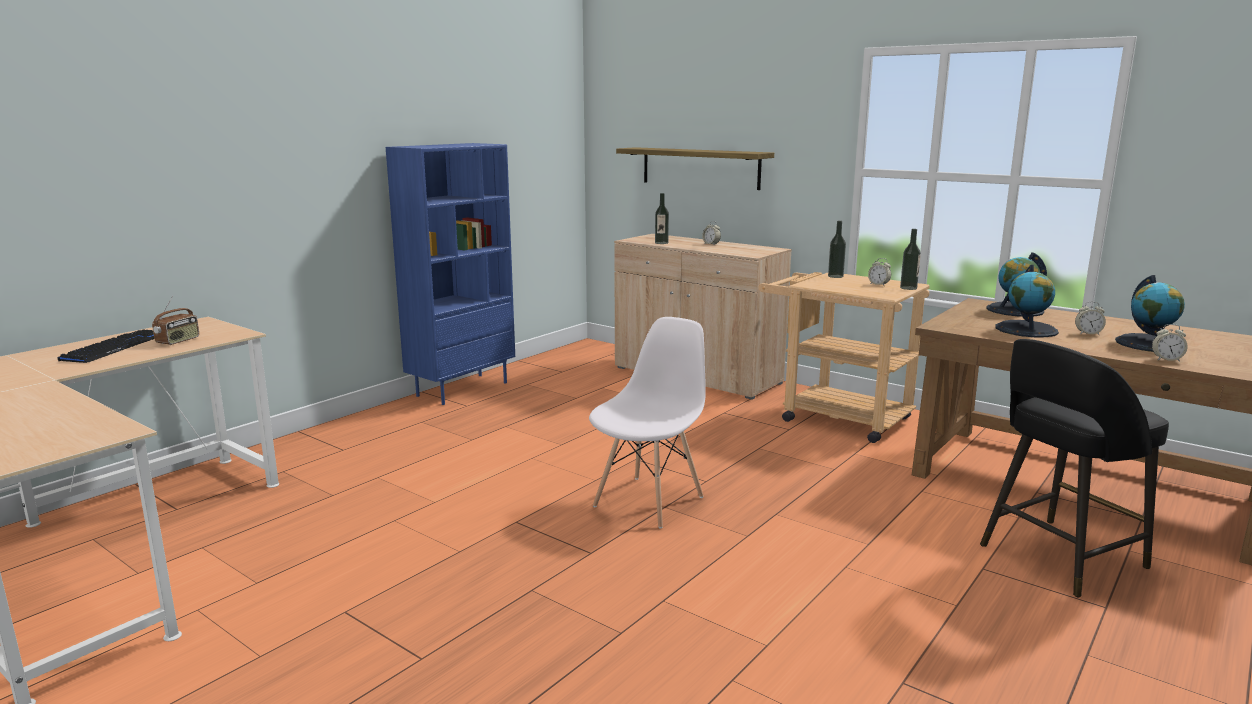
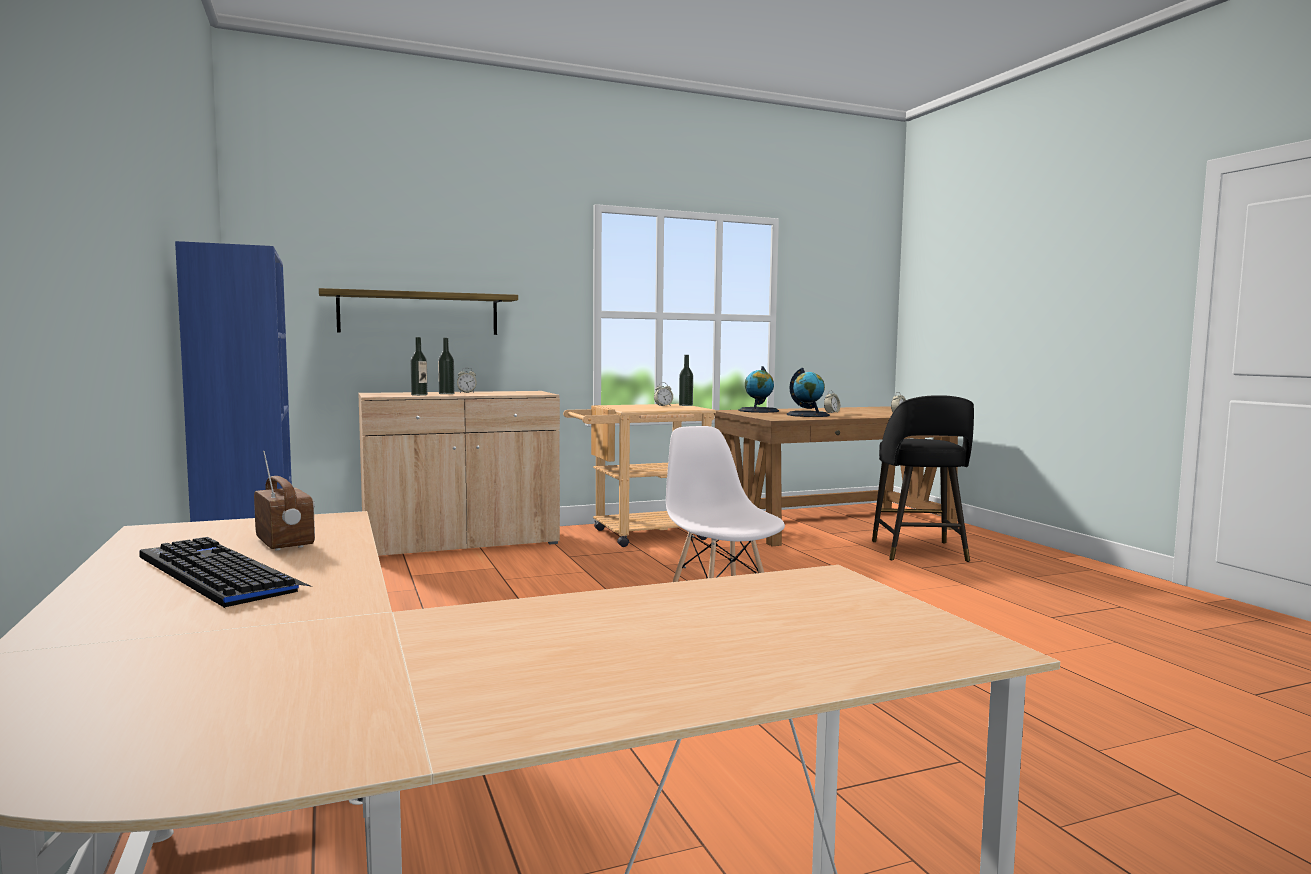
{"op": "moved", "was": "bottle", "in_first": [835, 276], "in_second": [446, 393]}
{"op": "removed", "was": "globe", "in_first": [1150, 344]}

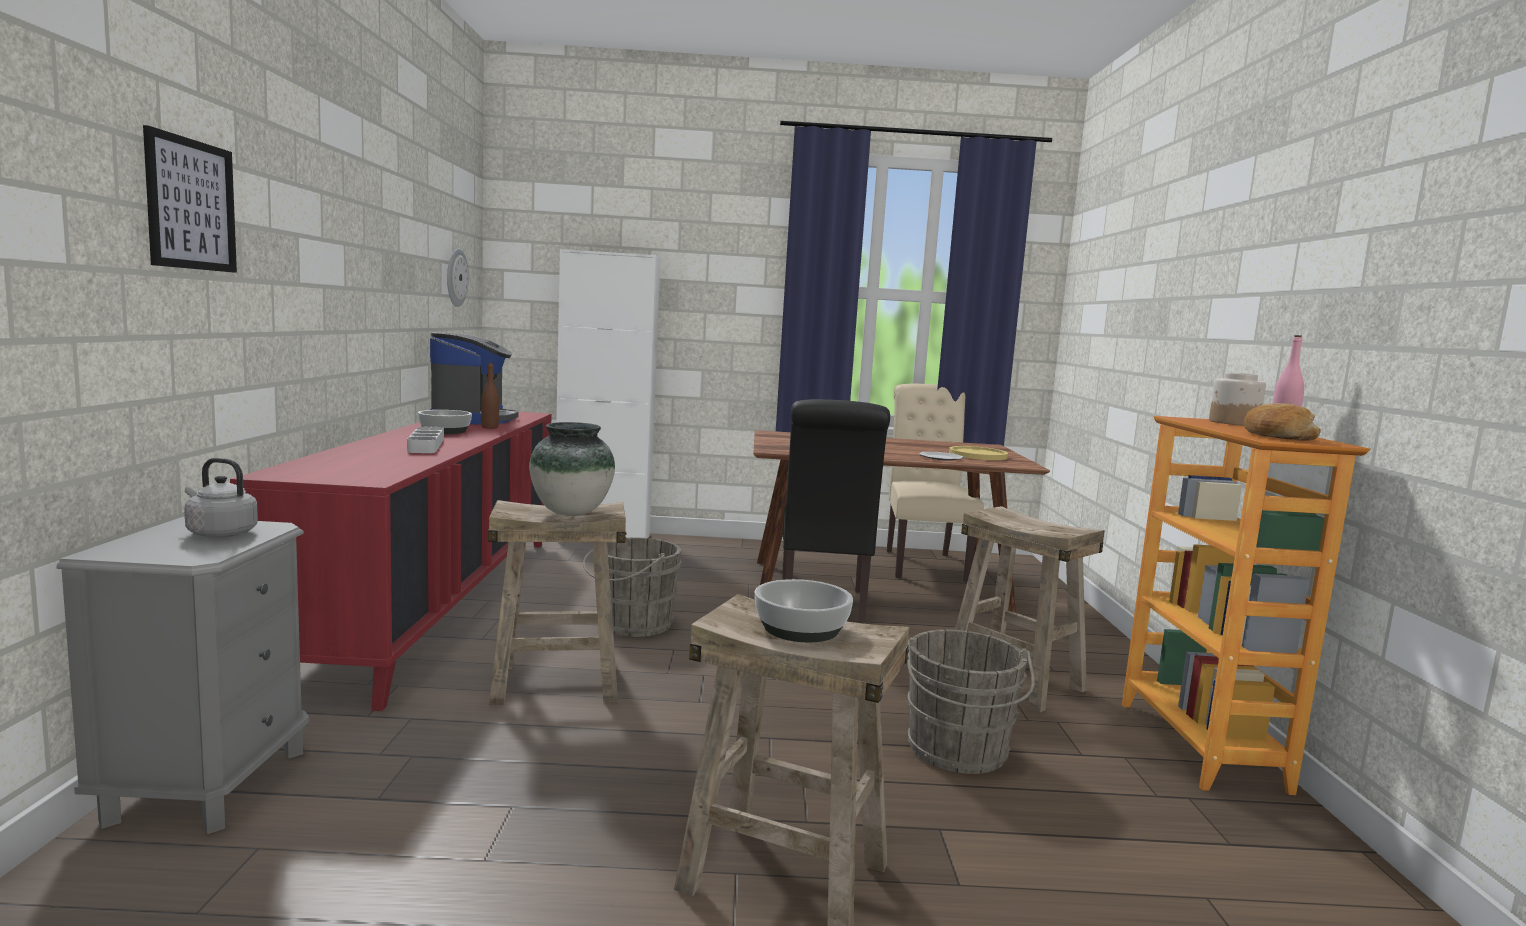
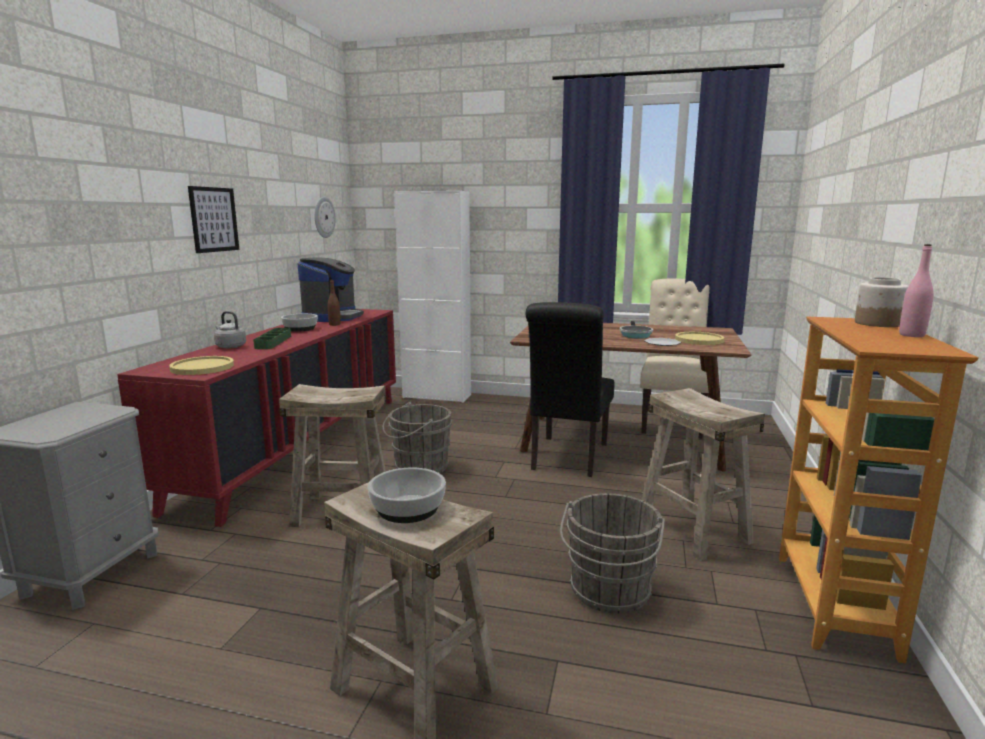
{"op": "moved", "was": "picture", "in_first": [191, 204], "in_second": [214, 219]}
{"op": "moved", "was": "kettle/grey", "in_first": [219, 533], "in_second": [230, 346]}
{"op": "recoloured", "was": "tray/grey", "now": "tray/green", "in_first": [426, 445], "in_second": [273, 342]}
{"op": "removed", "was": "vase", "in_first": [570, 512]}
{"op": "removed", "was": "bread", "in_first": [1276, 436]}
{"op": "added", "now": "plate/yellow", "in_second": [202, 367]}
{"op": "added", "now": "frying pan", "in_second": [635, 335]}

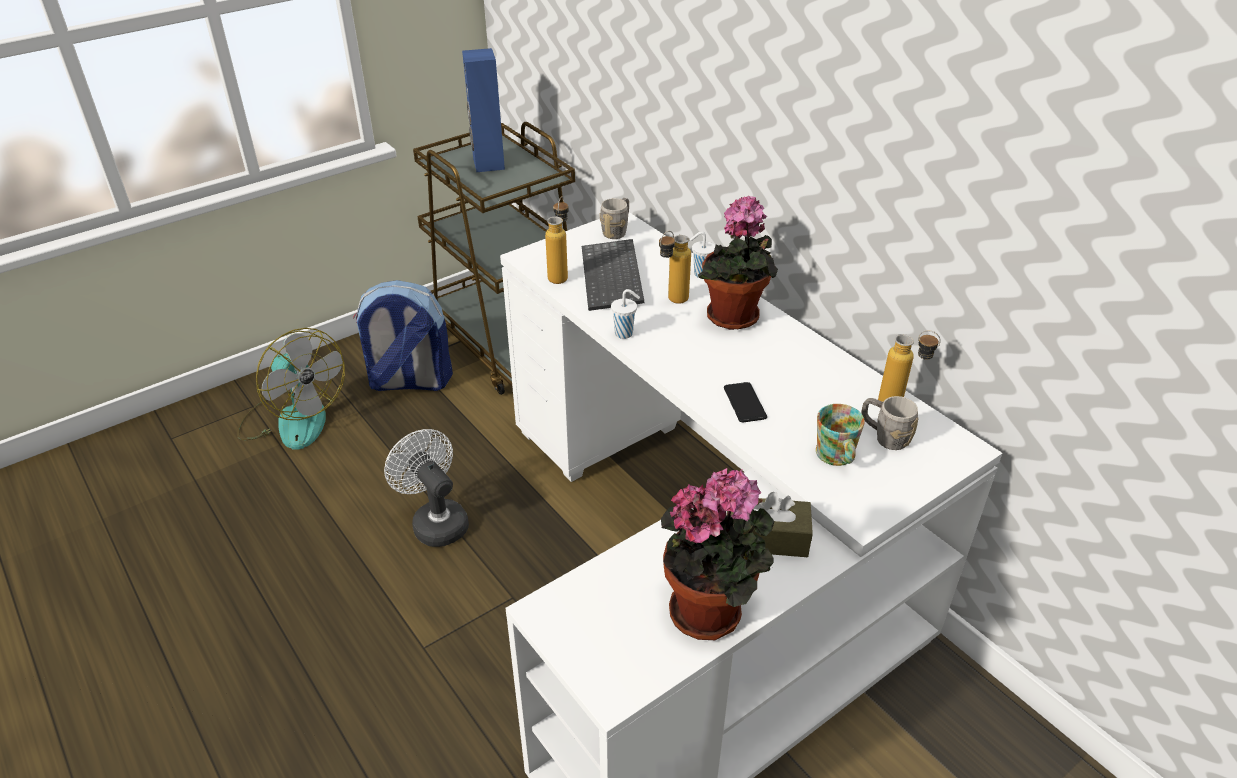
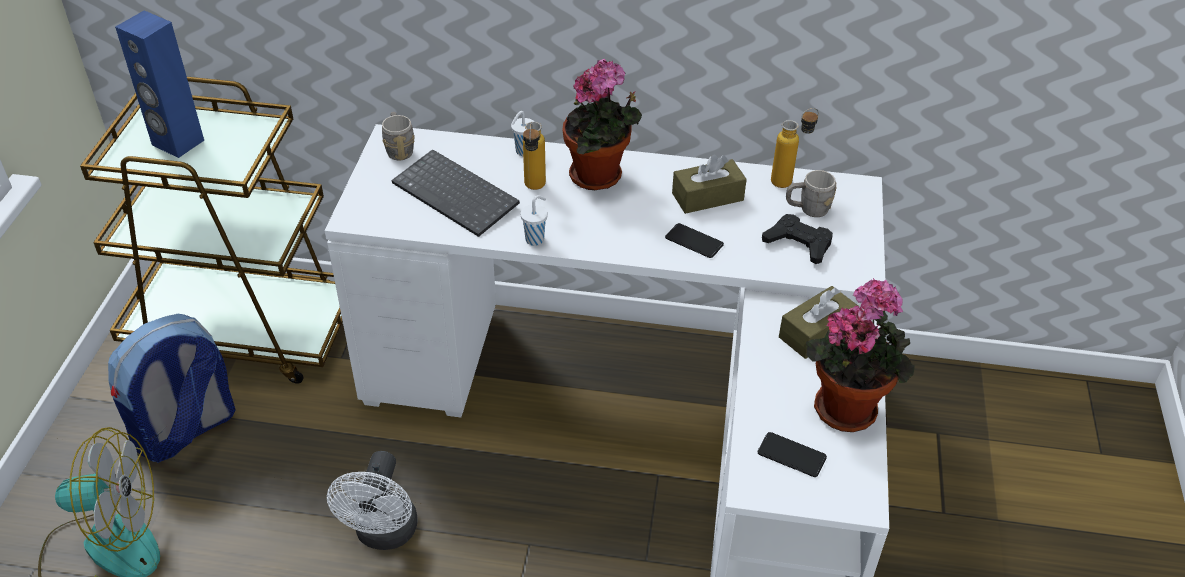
{"op": "turned", "was": "fan/white", "in_first": [435, 521], "in_second": [384, 534], "clockwise": -90}
{"op": "removed", "was": "bottle", "in_first": [560, 275]}
{"op": "replaced", "was": "mug", "now": "game controller/black", "in_first": [836, 457], "in_second": [798, 243]}
{"op": "added", "now": "tissue box/brown", "in_second": [707, 197]}
{"op": "added", "now": "phone", "in_second": [791, 455]}

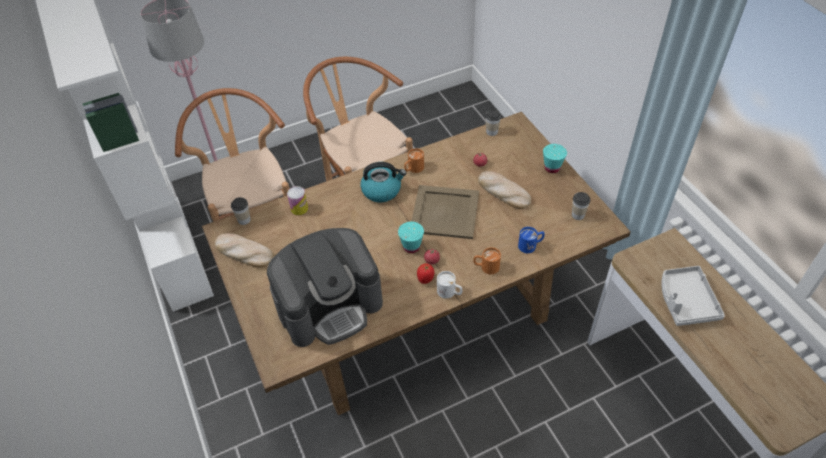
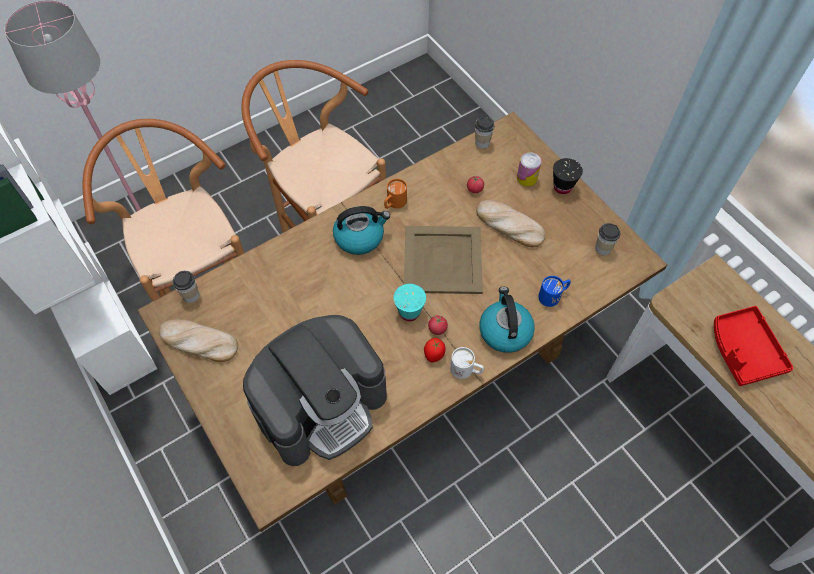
{"op": "moved", "was": "can", "in_first": [299, 208], "in_second": [526, 178]}
{"op": "replaced", "was": "mug/orange", "now": "kettle", "in_first": [486, 267], "in_second": [504, 331]}
{"op": "recoloured", "was": "cup/turquoise", "now": "cup/black", "in_first": [552, 168], "in_second": [562, 187]}
{"op": "recoloured", "was": "tray/grey", "now": "tray/red", "in_first": [685, 301], "in_second": [743, 350]}

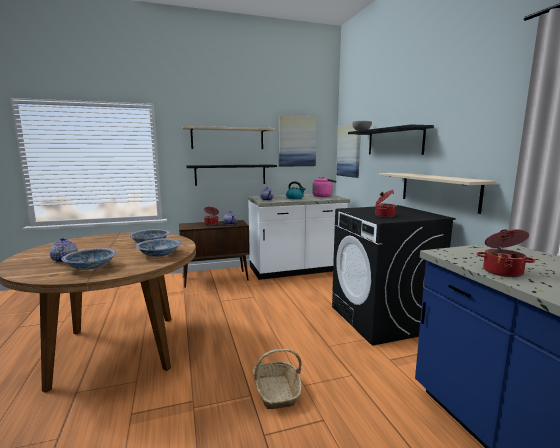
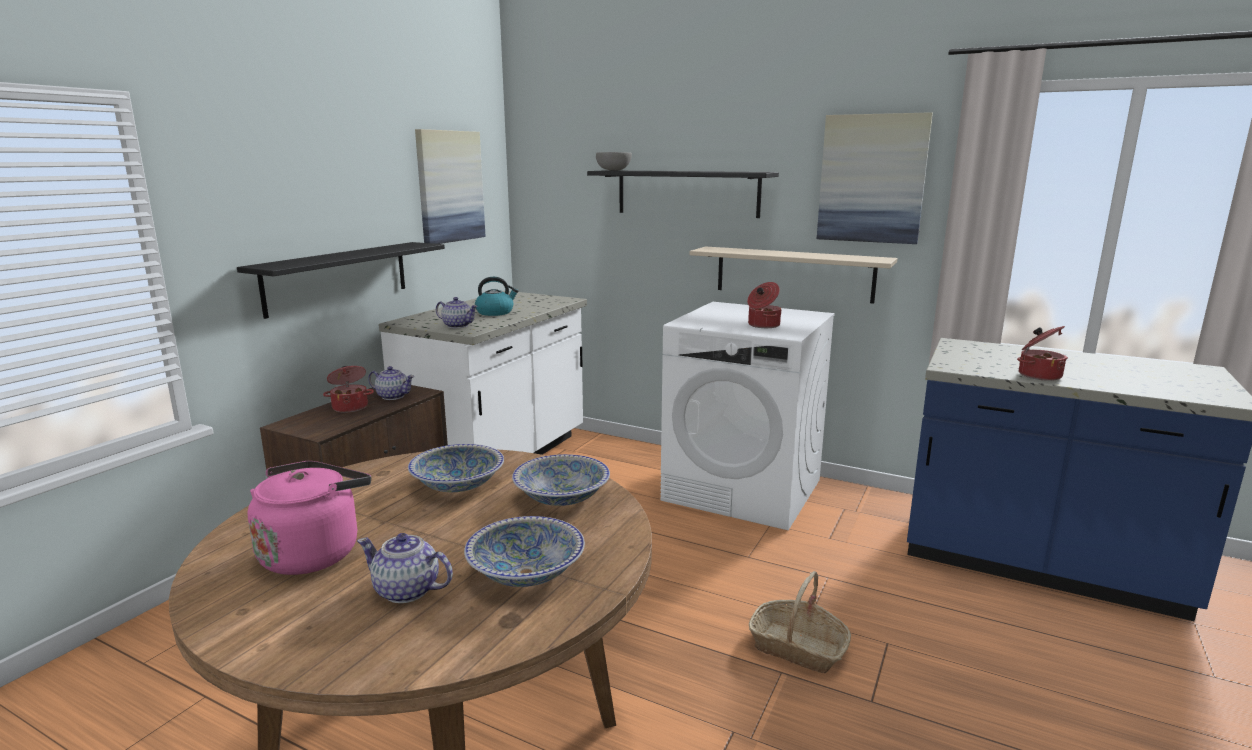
{"op": "removed", "was": "shelf/beige", "in_first": [228, 138]}
{"op": "moved", "was": "kettle/pink", "in_first": [323, 196], "in_second": [314, 552]}
{"op": "recoloured", "was": "washing machine/black", "now": "washing machine/white", "in_first": [383, 319], "in_second": [743, 490]}
{"op": "moved", "was": "picture", "in_first": [349, 151], "in_second": [872, 179]}

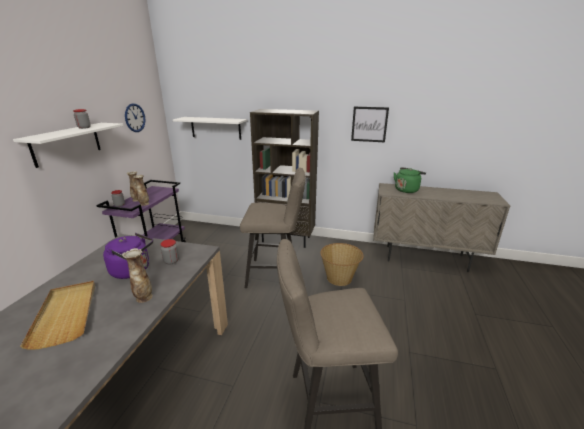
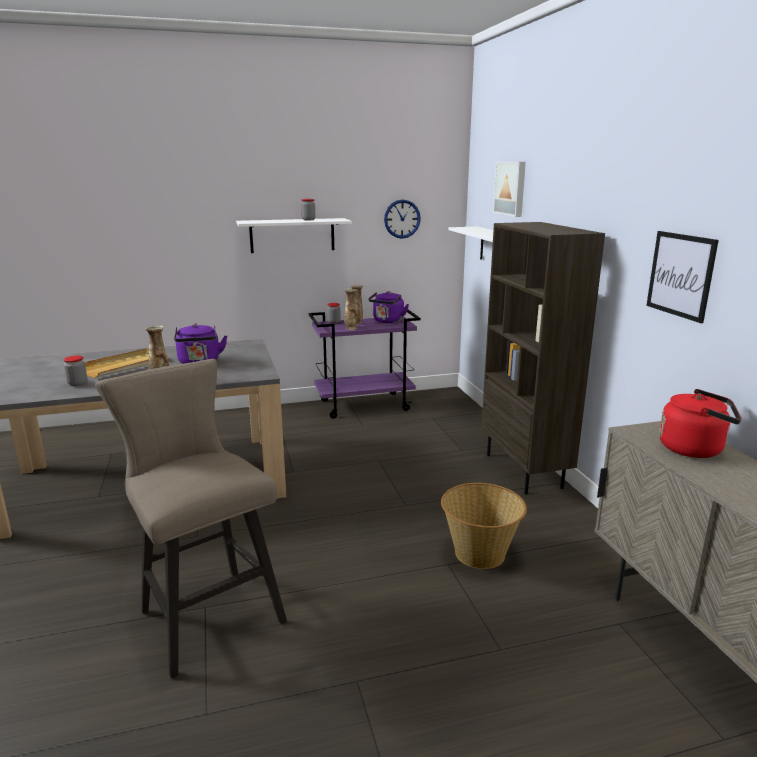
{"op": "moved", "was": "jar", "in_first": [171, 261], "in_second": [77, 383]}
{"op": "removed", "was": "stool/beige", "in_first": [275, 274]}
{"op": "recoloured", "was": "kettle/green", "now": "kettle/red", "in_first": [407, 190], "in_second": [694, 449]}
{"op": "added", "now": "kettle/purple", "in_second": [387, 321]}
{"op": "added", "now": "picture", "in_second": [511, 188]}

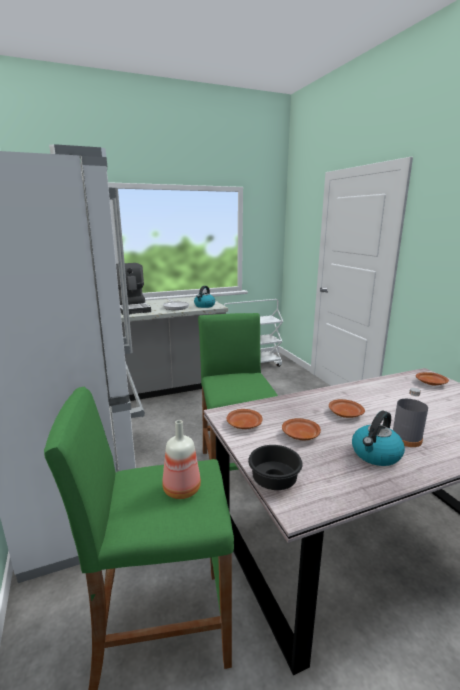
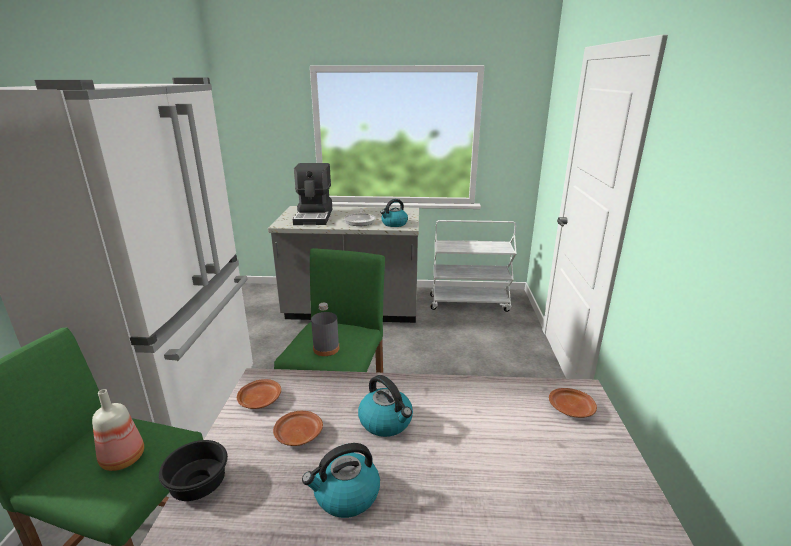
{"op": "replaced", "was": "plate/brown", "now": "kettle", "in_first": [345, 413], "in_second": [386, 421]}
{"op": "moved", "was": "bottle/grey", "in_first": [406, 439], "in_second": [326, 348]}

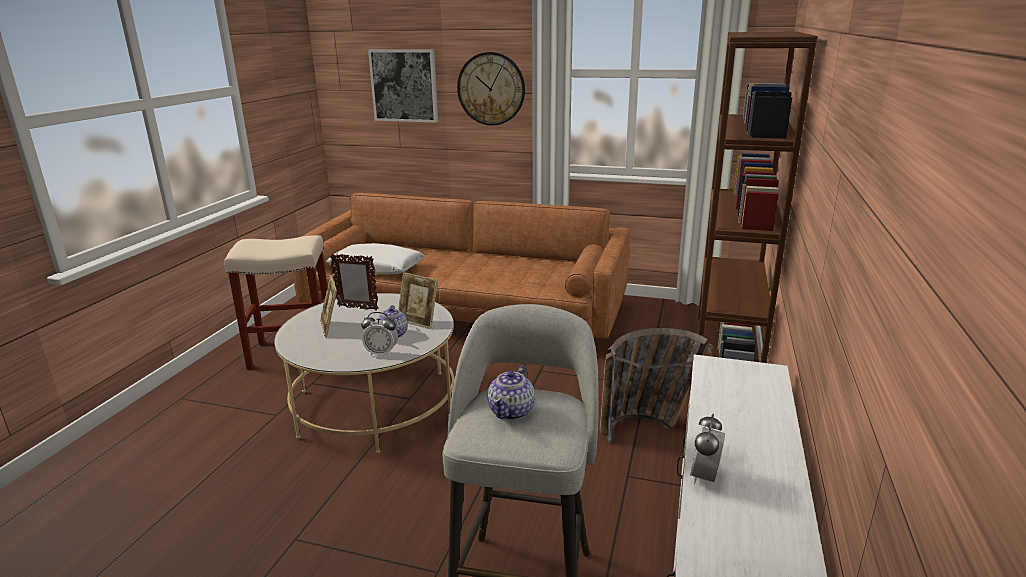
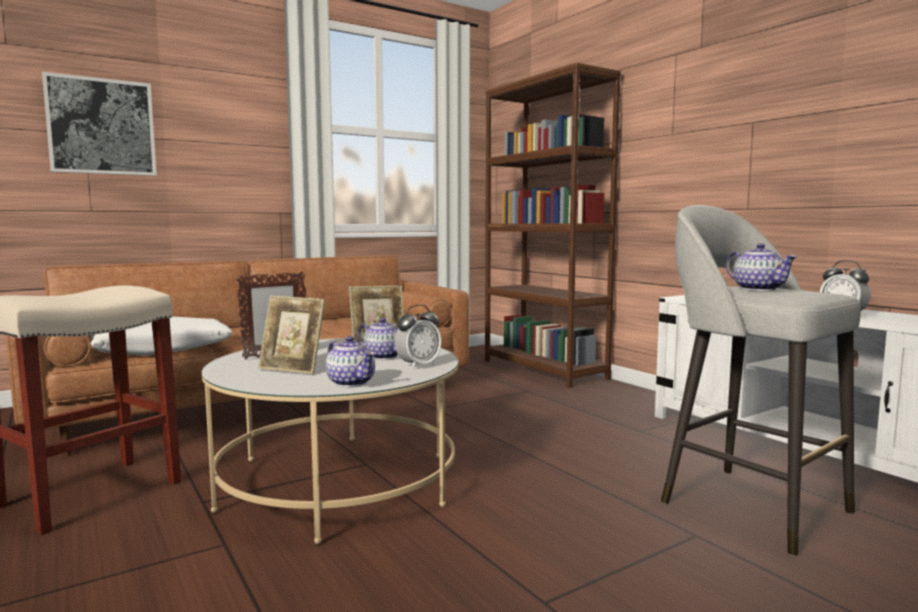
{"op": "removed", "was": "wall clock", "in_first": [491, 89]}
{"op": "removed", "was": "basket", "in_first": [648, 428]}
{"op": "added", "now": "teapot", "in_second": [351, 382]}

